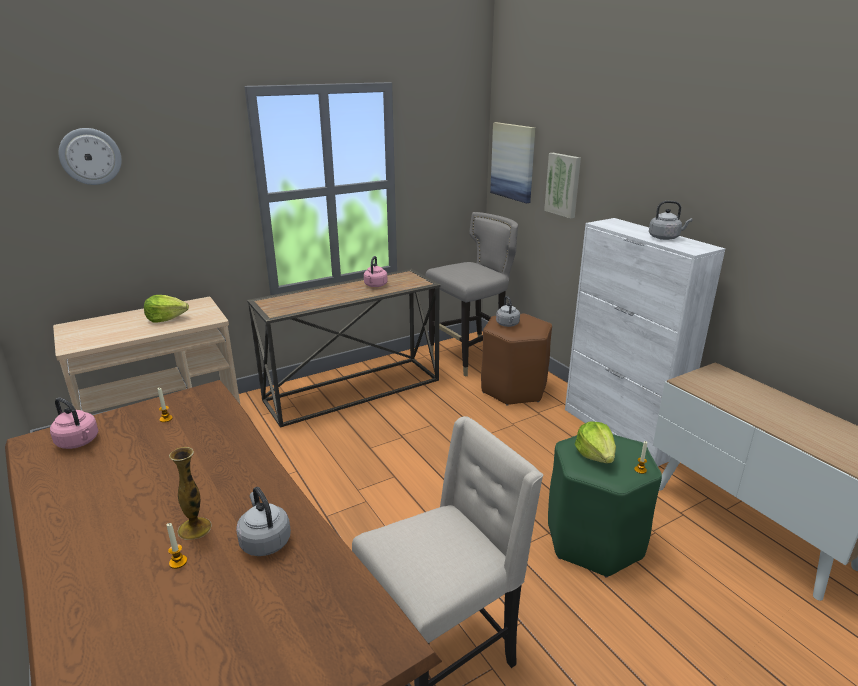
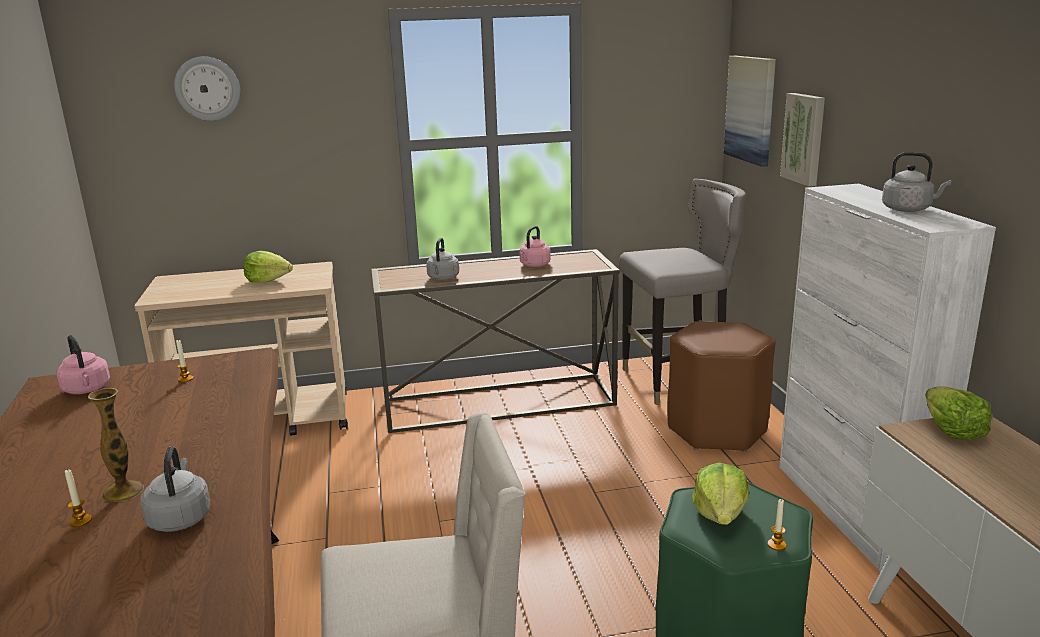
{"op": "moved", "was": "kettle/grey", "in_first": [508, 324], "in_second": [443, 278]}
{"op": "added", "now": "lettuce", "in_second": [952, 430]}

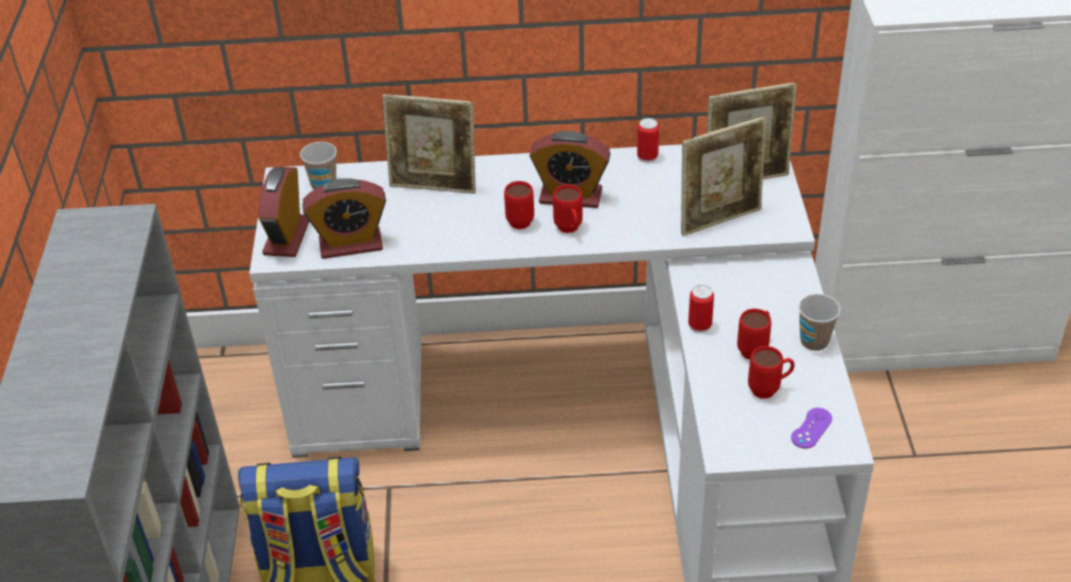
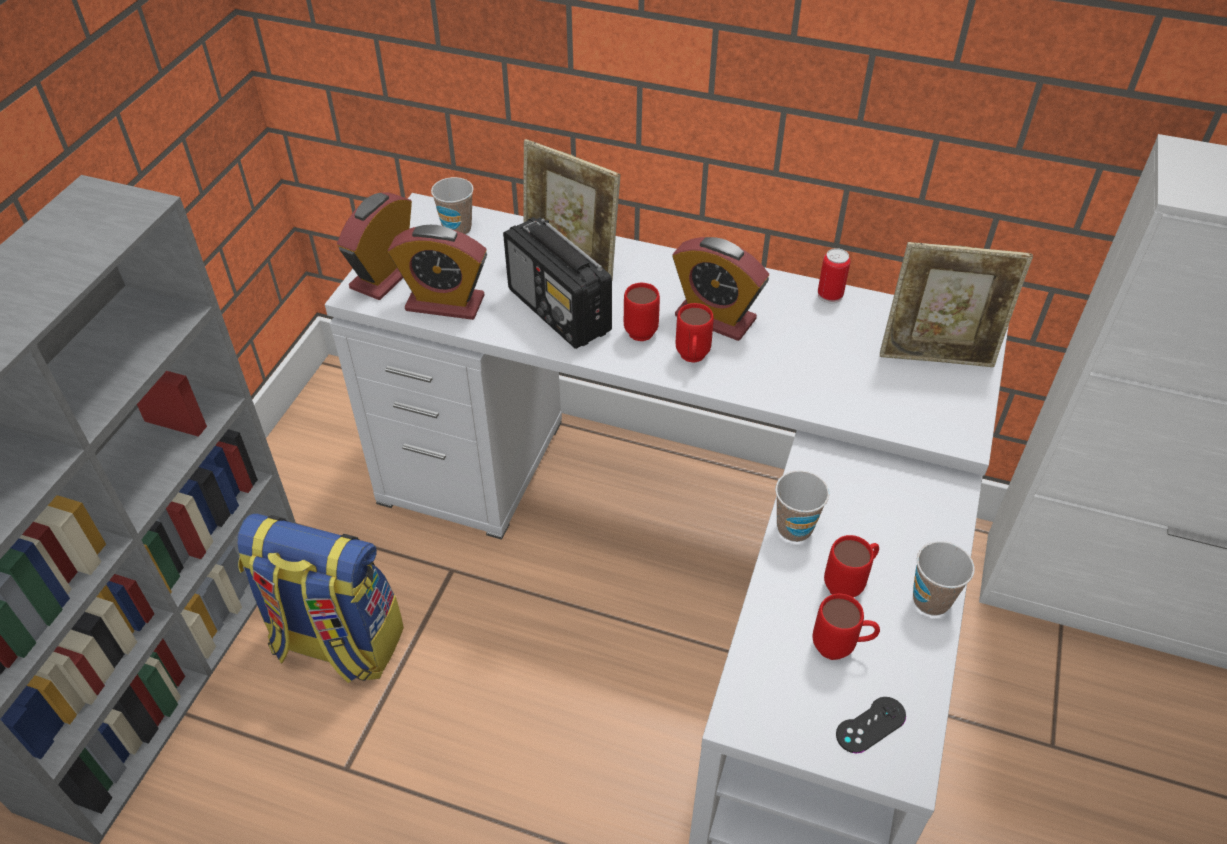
{"op": "removed", "was": "picture frame", "in_first": [720, 219]}
{"op": "replaced", "was": "can", "now": "cup", "in_first": [700, 325], "in_second": [794, 528]}
{"op": "recoloured", "was": "game controller/purple", "now": "game controller/black", "in_first": [811, 428], "in_second": [870, 725]}
{"op": "added", "now": "radio", "in_second": [559, 311]}

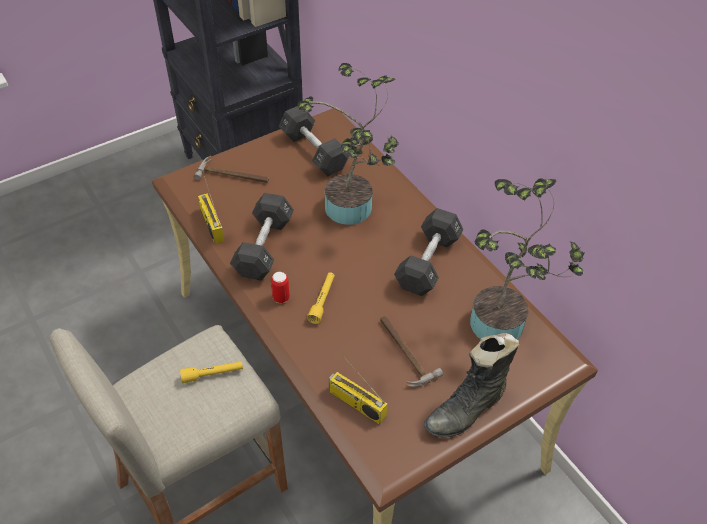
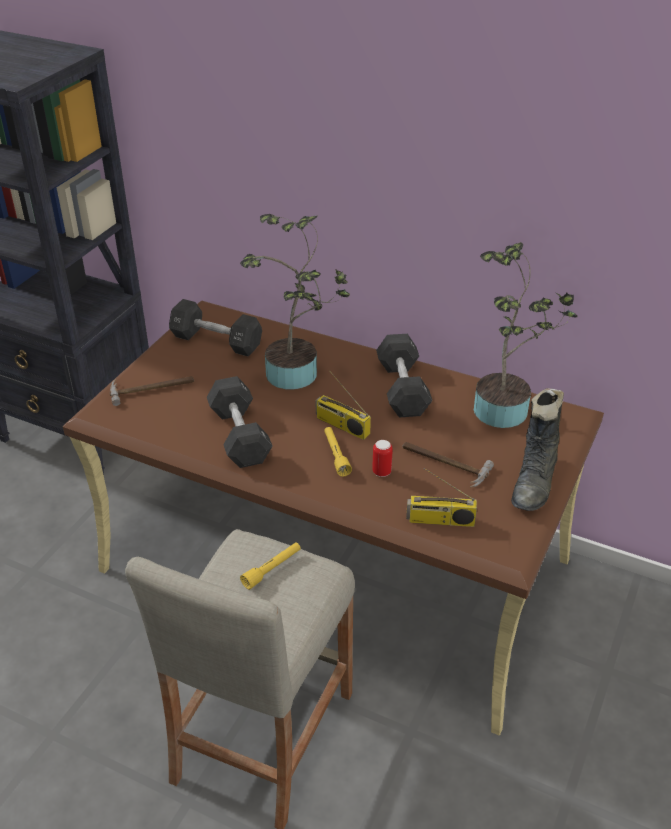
{"op": "moved", "was": "radio", "in_first": [211, 225], "in_second": [341, 426]}
{"op": "moved", "was": "can", "in_first": [281, 298], "in_second": [381, 472]}

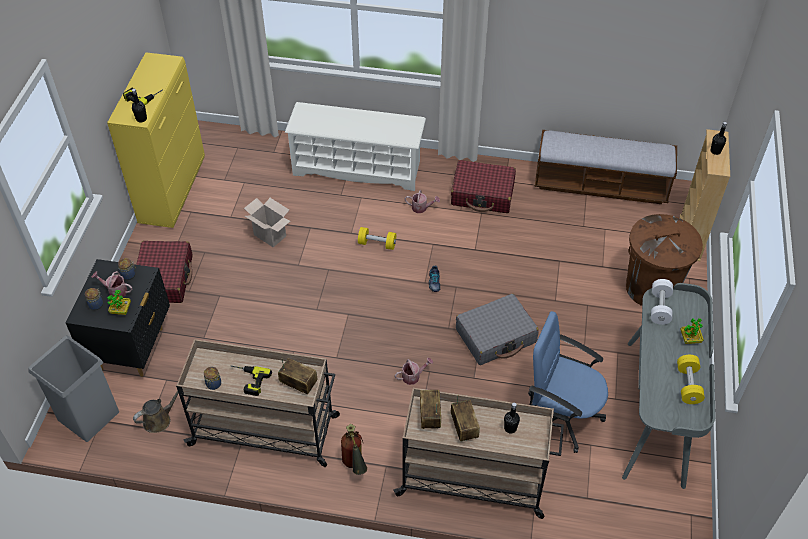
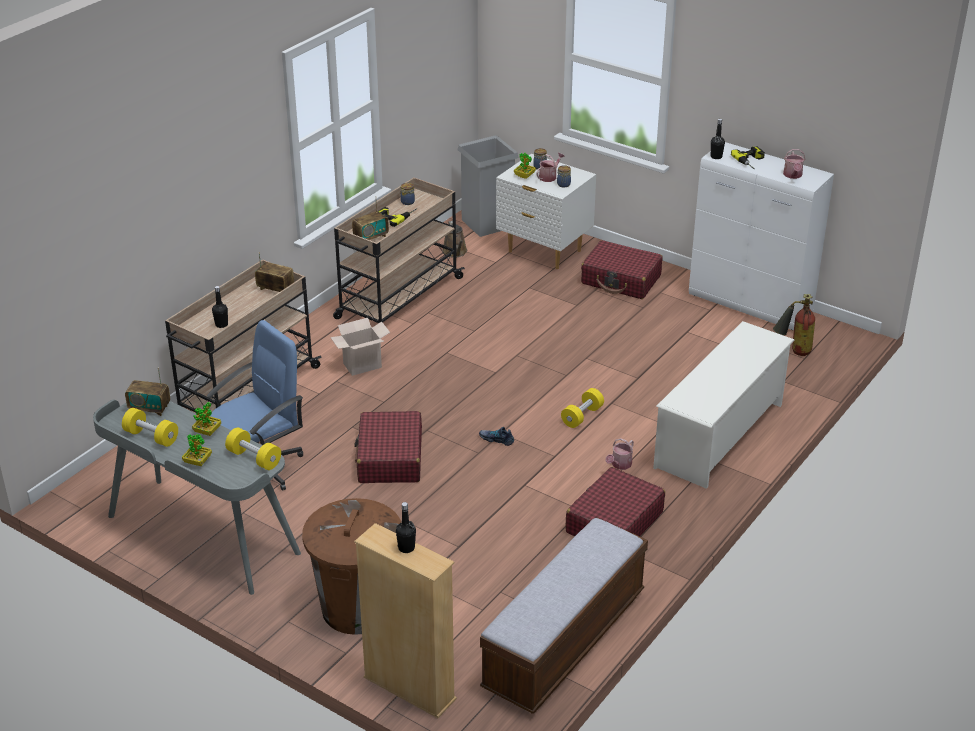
{"op": "recoloured", "was": "nightstand/black", "now": "nightstand/white", "in_first": [132, 349], "in_second": [544, 252]}
{"op": "recoloured", "was": "cabinet/yellow", "now": "cabinet/white", "in_first": [173, 190], "in_second": [751, 305]}
{"op": "moved", "was": "cardboard box", "in_first": [271, 235], "in_second": [361, 366]}
{"op": "moved", "was": "fire extinguisher", "in_first": [355, 467], "in_second": [793, 351]}
{"op": "moved", "was": "watering can", "in_first": [413, 376], "in_second": [793, 175]}
{"op": "moved", "was": "radio", "in_first": [464, 427], "in_second": [149, 409]}
{"op": "recoloured", "was": "suitcase/grey", "now": "suitcase/red", "in_first": [496, 336], "in_second": [390, 458]}
{"op": "recoloured", "was": "dumbbell/white", "now": "dumbbell/yellow", "in_first": [660, 307], "in_second": [254, 458]}
{"op": "added", "now": "potted plant", "in_second": [207, 432]}

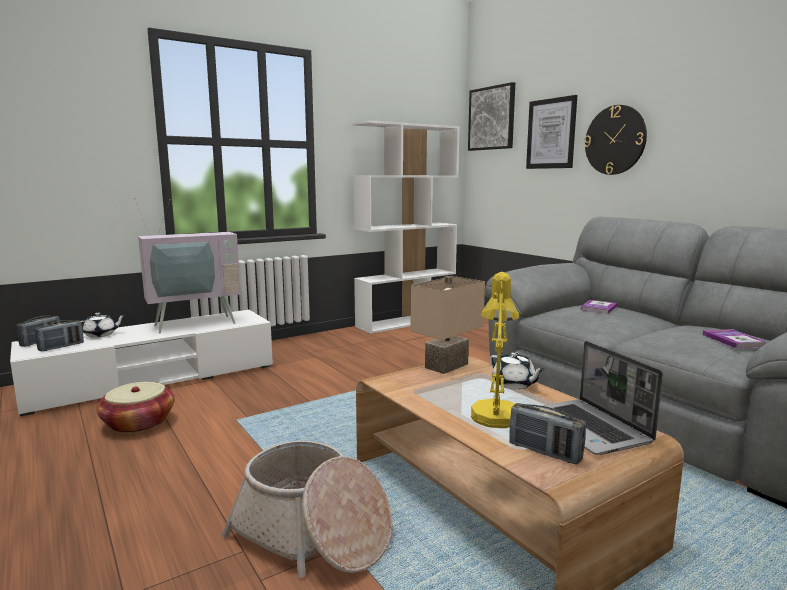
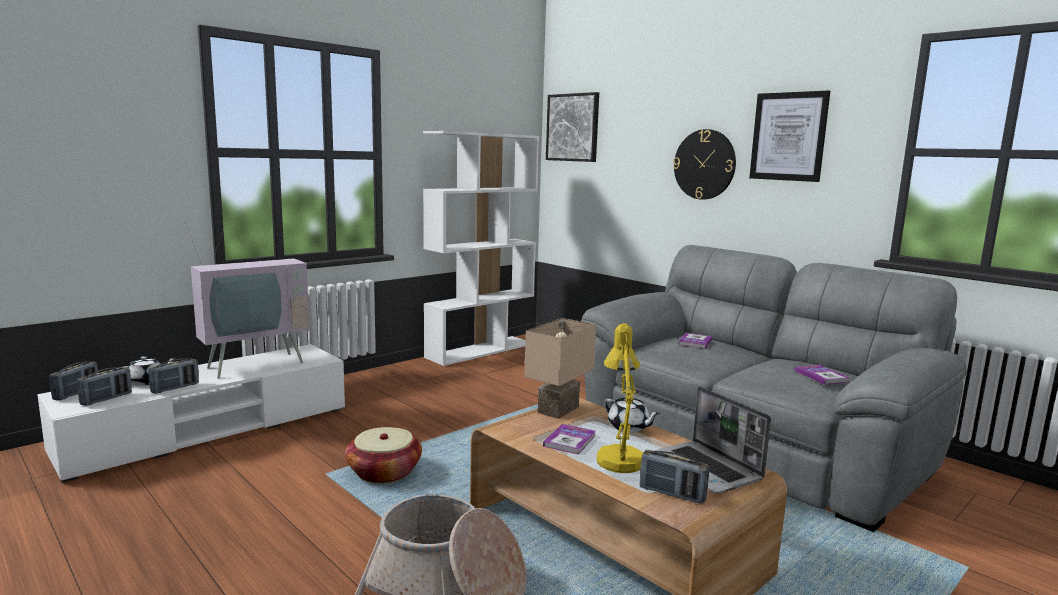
{"op": "moved", "was": "basket", "in_first": [138, 423], "in_second": [384, 472]}
{"op": "moved", "was": "picture", "in_first": [551, 133], "in_second": [788, 136]}
{"op": "added", "now": "radio", "in_second": [175, 388]}
{"op": "added", "now": "book", "in_second": [569, 440]}

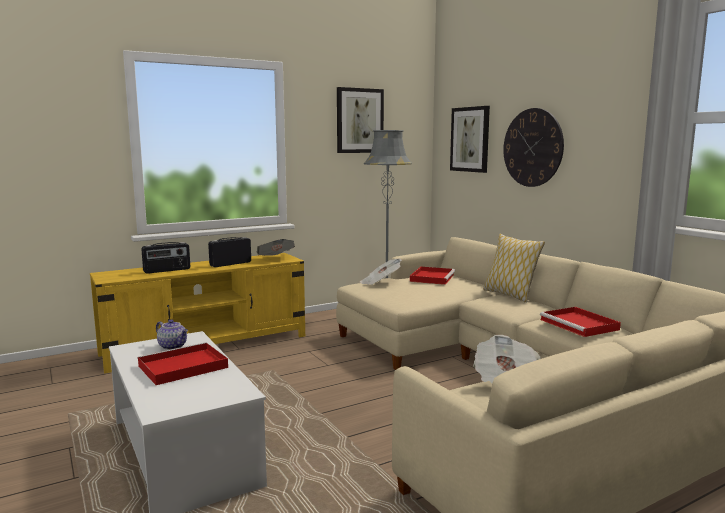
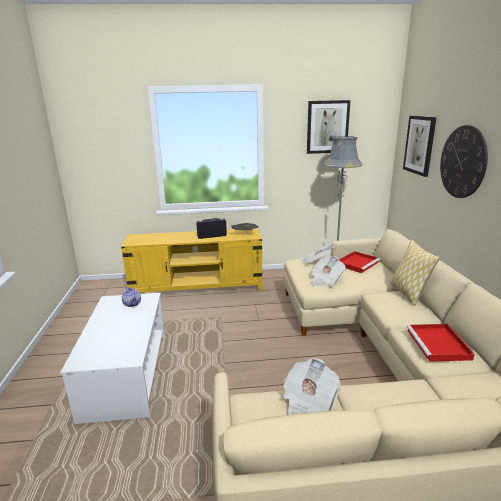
{"op": "removed", "was": "tray/red", "in_first": [181, 367]}
{"op": "removed", "was": "radio", "in_first": [167, 270]}
{"op": "added", "now": "newspaper", "in_second": [326, 280]}

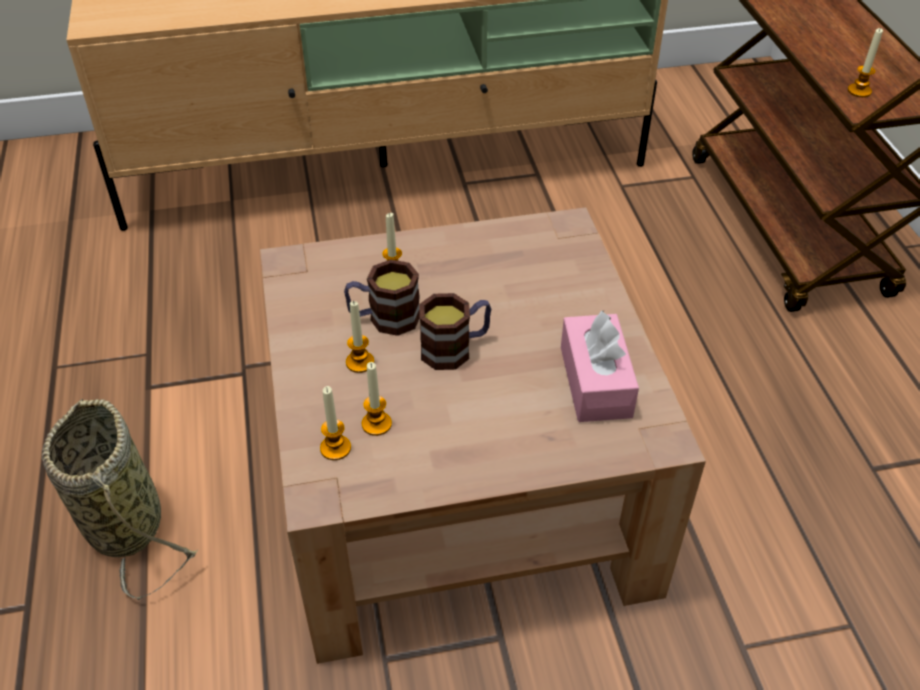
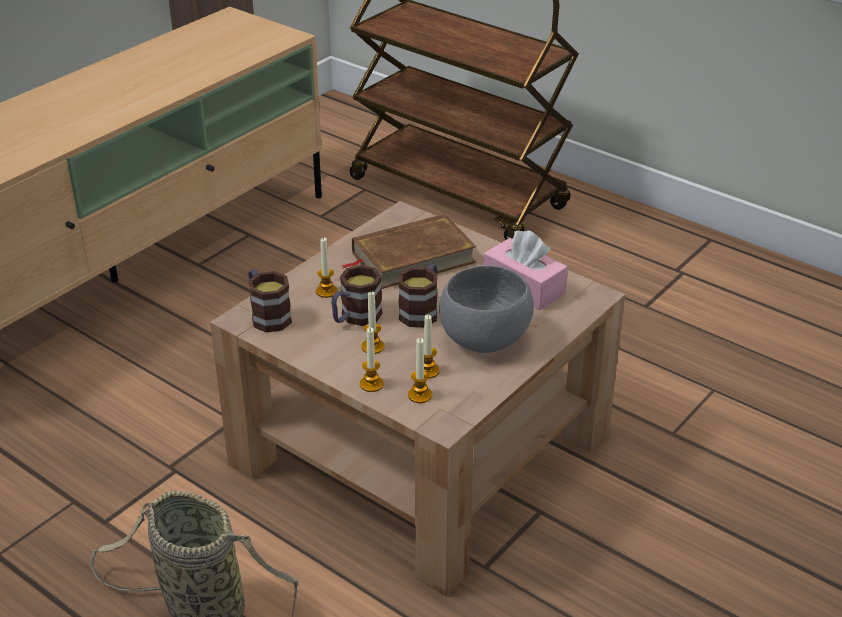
{"op": "moved", "was": "candle", "in_first": [859, 91], "in_second": [371, 384]}
{"op": "added", "now": "mug", "in_second": [267, 315]}
{"op": "added", "now": "book/brown", "in_second": [412, 257]}
{"op": "added", "now": "bowl/grey", "in_second": [483, 340]}

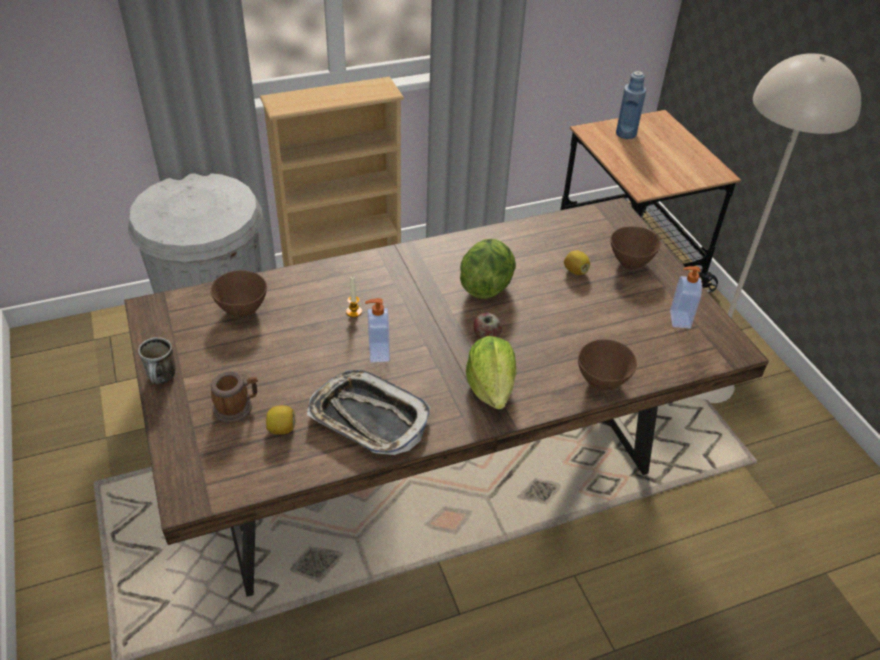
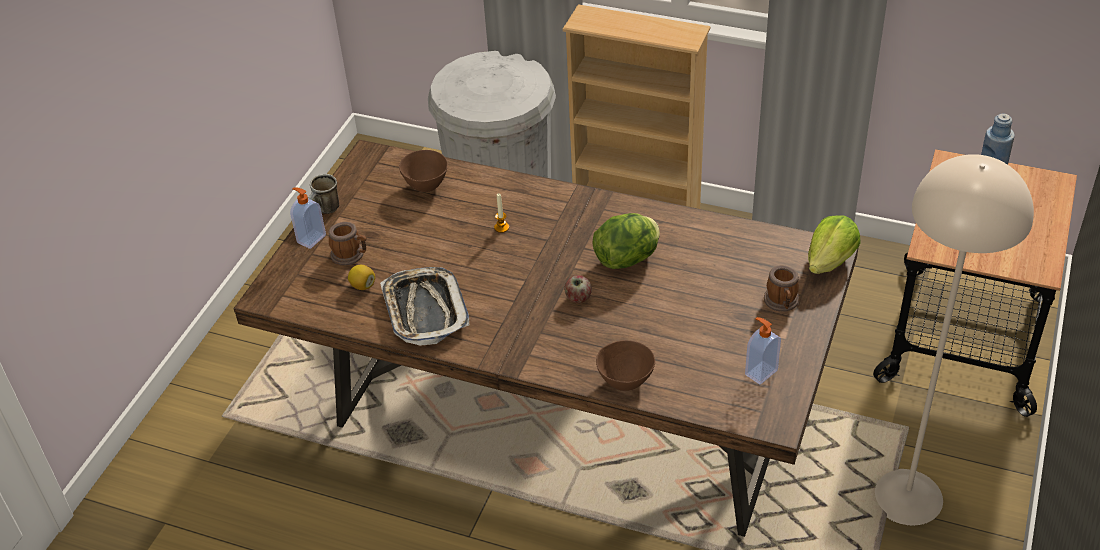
{"op": "moved", "was": "soap dispenser", "in_first": [378, 352], "in_second": [311, 239]}
{"op": "moved", "was": "lettuce", "in_first": [491, 387], "in_second": [830, 261]}
{"op": "removed", "was": "lemon", "in_first": [575, 271]}
{"op": "replaced", "was": "bowl/brown", "now": "mug", "in_first": [630, 262], "in_second": [782, 303]}

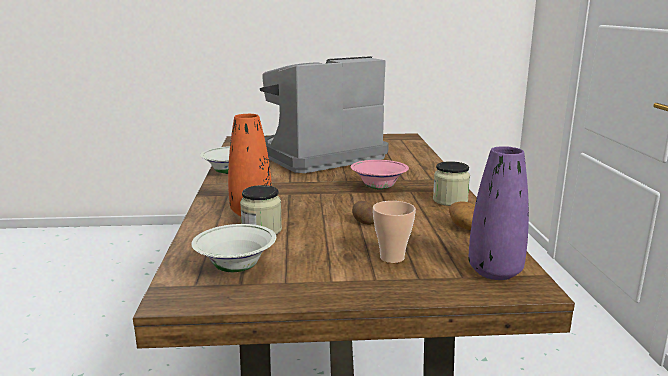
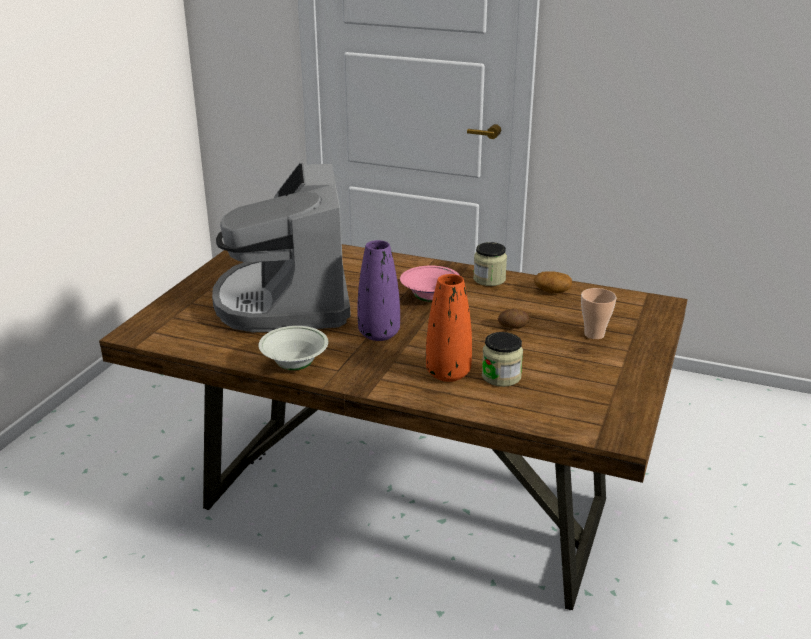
{"op": "removed", "was": "bowl/white", "in_first": [236, 268]}
{"op": "moved", "was": "vase/purple", "in_first": [495, 272], "in_second": [379, 334]}

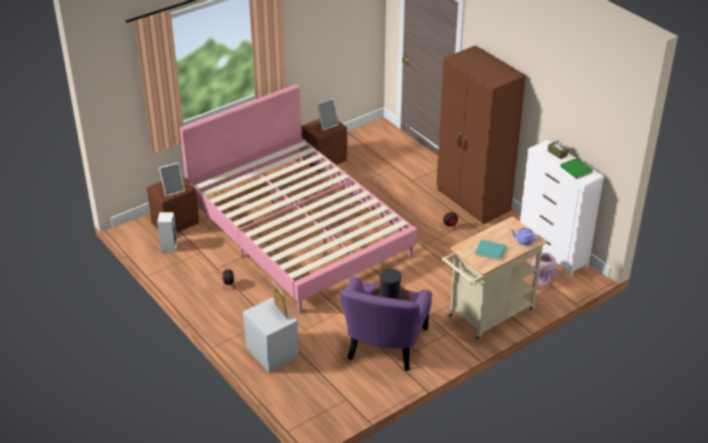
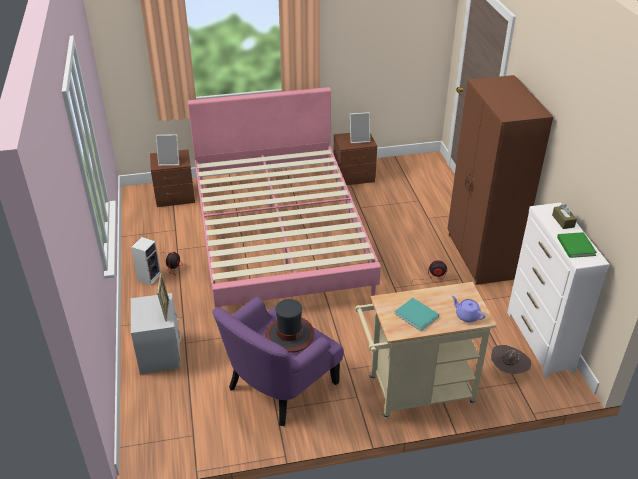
{"op": "moved", "was": "speaker", "in_first": [169, 246], "in_second": [149, 276]}
{"op": "replaced", "was": "vase/pink", "now": "hat/brown", "in_first": [542, 279], "in_second": [508, 370]}

